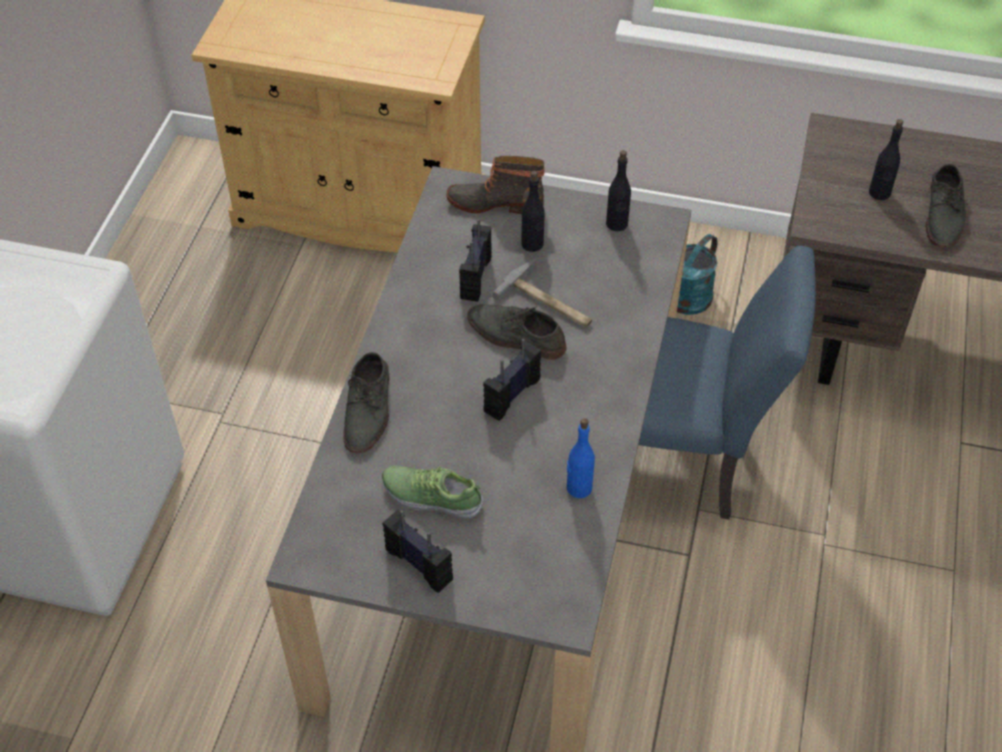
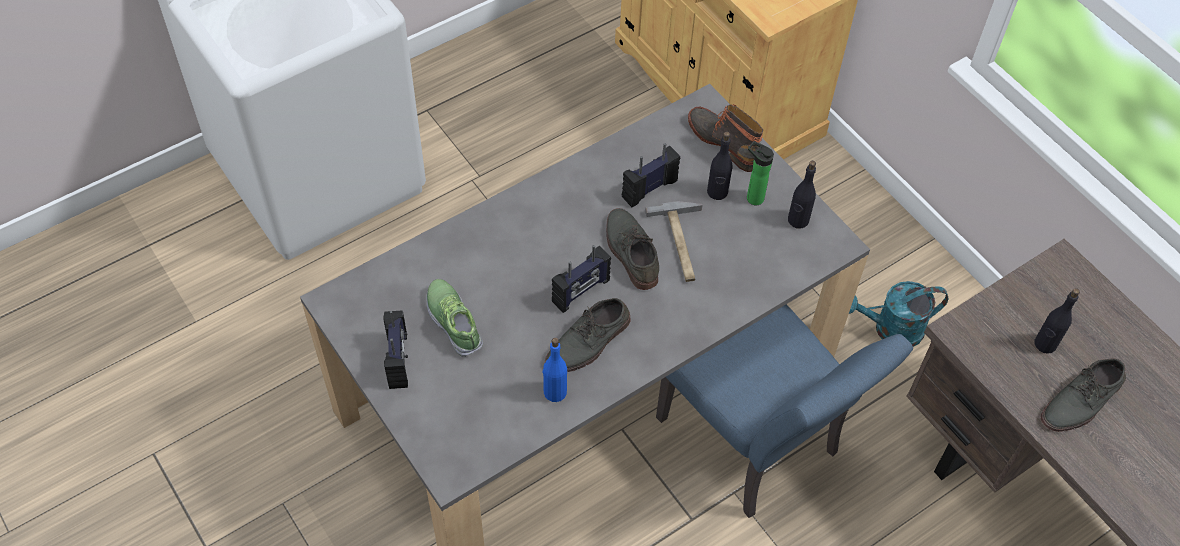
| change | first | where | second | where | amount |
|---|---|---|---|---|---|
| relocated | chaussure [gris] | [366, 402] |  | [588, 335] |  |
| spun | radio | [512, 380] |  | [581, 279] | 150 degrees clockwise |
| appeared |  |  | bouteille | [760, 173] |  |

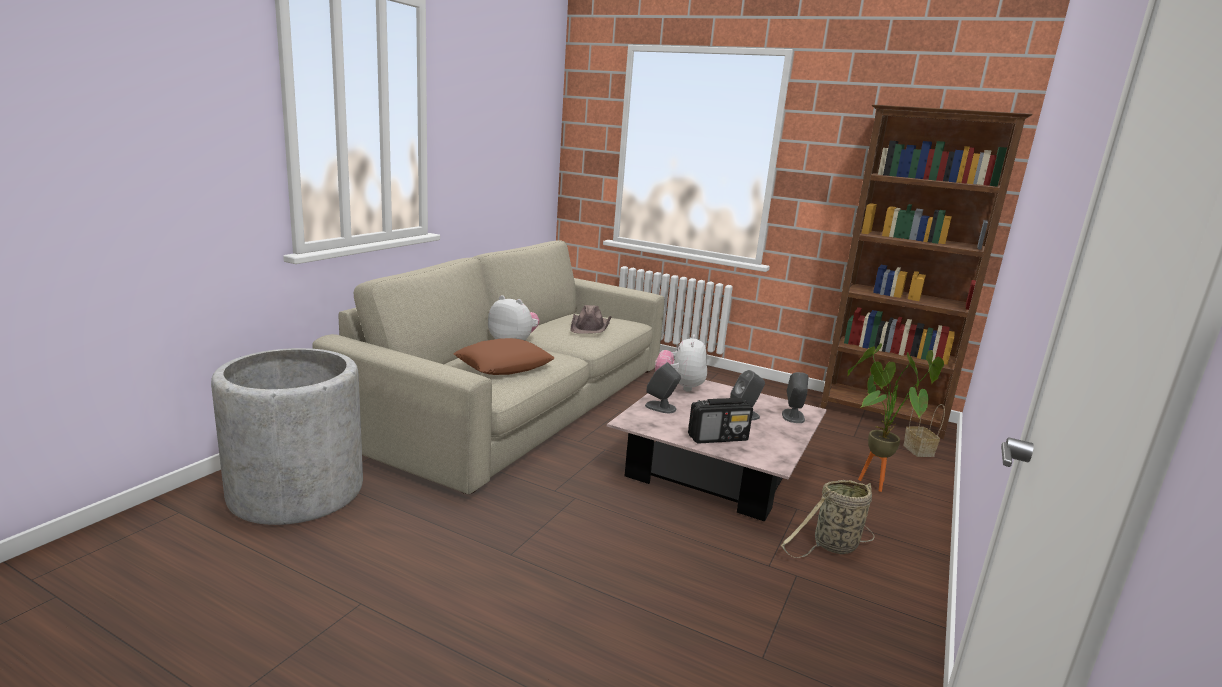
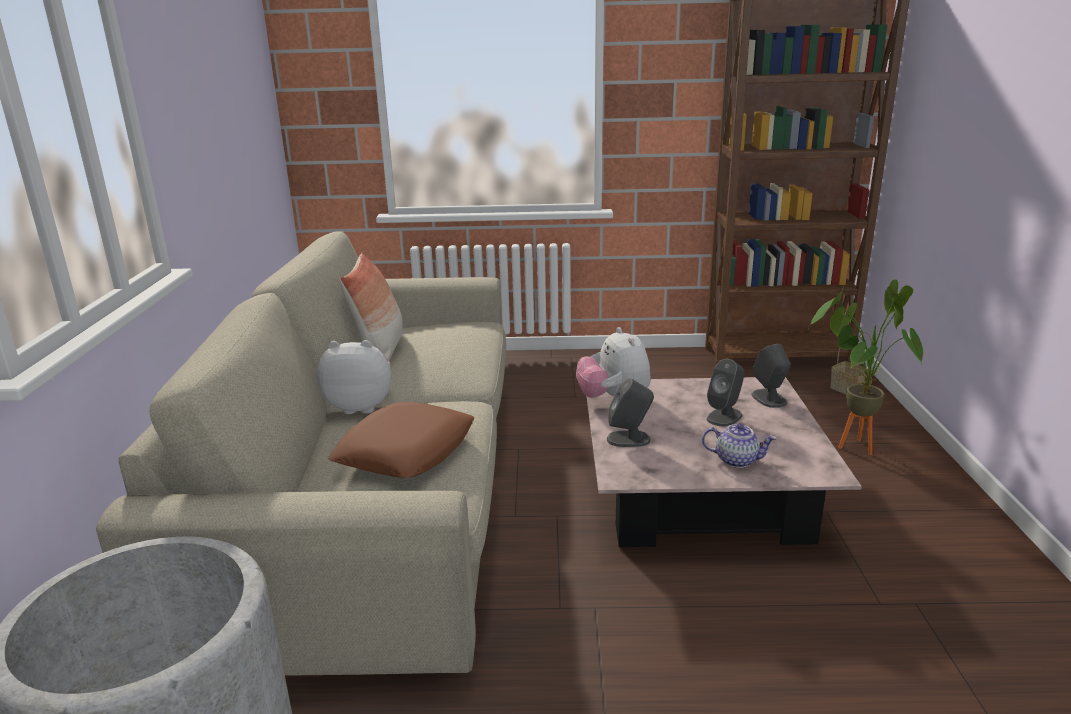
| change | first | where | second | where | amount |
|---|---|---|---|---|---|
| appeared |  |  | coussin | [371, 306] |  |
| exchanged | radio | [720, 421] | théière | [739, 445] |  |
| missing | chapeau [marron] | [591, 319] |  |  |  |
| missing | panier | [827, 519] |  |  |  |

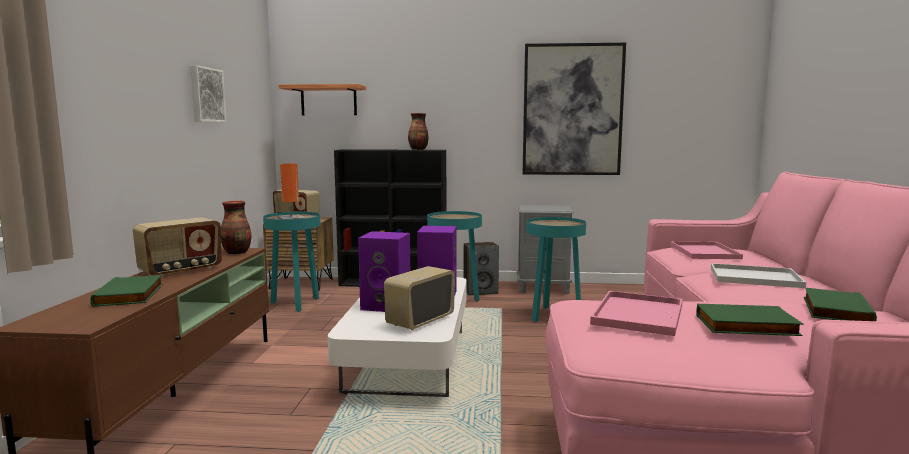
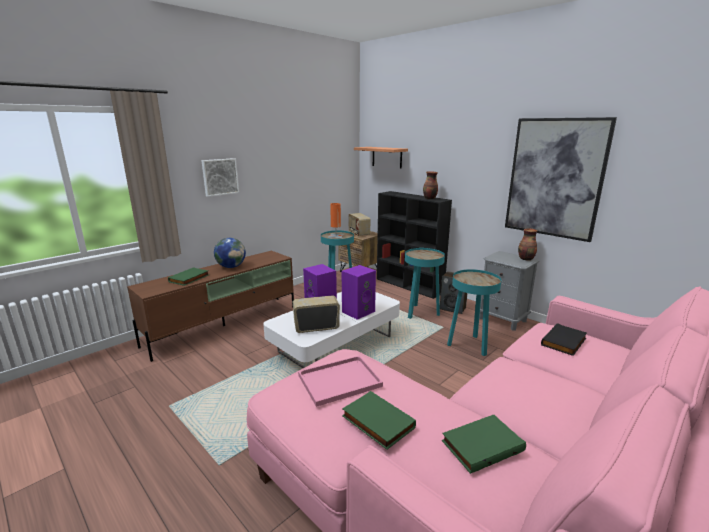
| change | first | where | second | where | amount |
|---|---|---|---|---|---|
| relocated | tableau | [208, 93] |  | [220, 177] |  |
| exchanged | radio | [177, 247] | globe | [230, 253] |  |
| relocated | vase | [236, 227] |  | [527, 244] |  |
| exchanged | plateau [rose] | [707, 250] | livre [noir] | [564, 339] |  |
| missing | plateau [blanc] | [758, 275] |  |  |  |

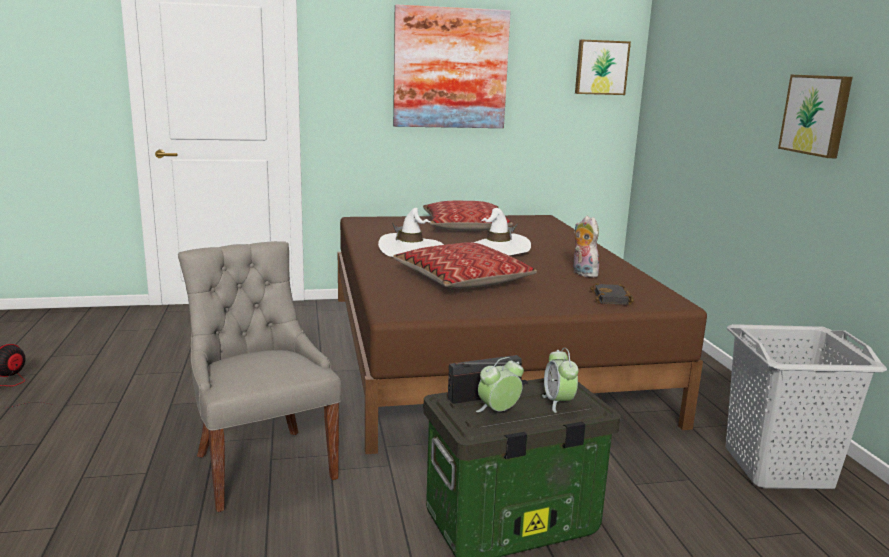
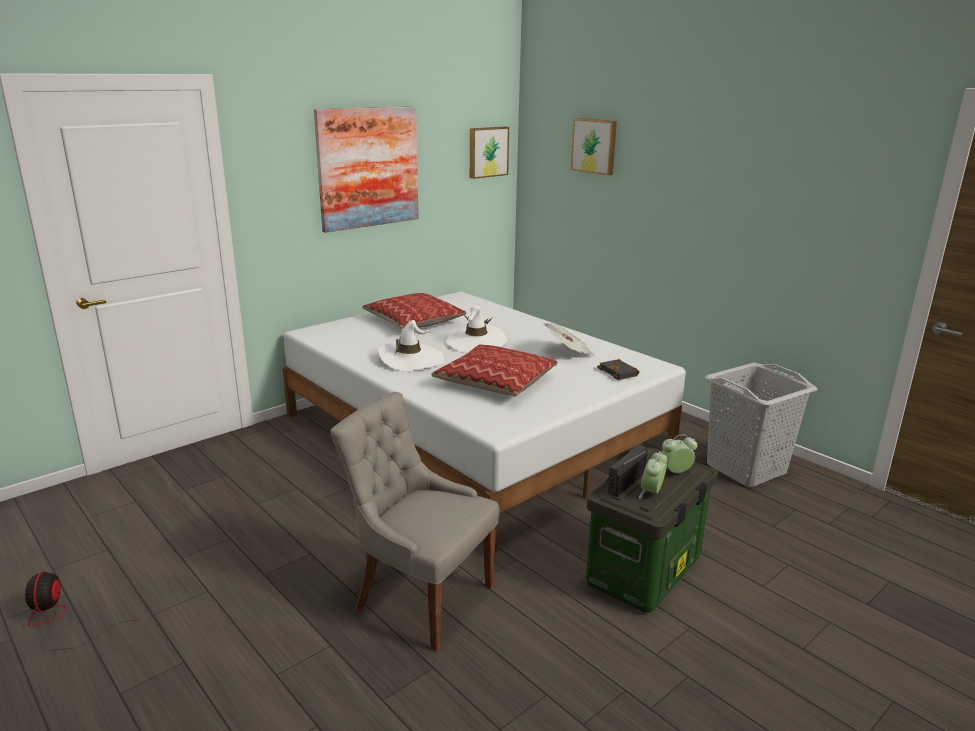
| change | first | where | second | where | amount |
|---|---|---|---|---|---|
| colour | lit [marron] | [522, 334] | lit [blanc] | [484, 423] |  |
| exchanged | peluche | [586, 247] | journal | [569, 339] |  |
| relocated | tableau | [815, 116] |  | [594, 146] |  |
| spun | réveil | [560, 380] |  | [679, 454] | 120 degrees clockwise |

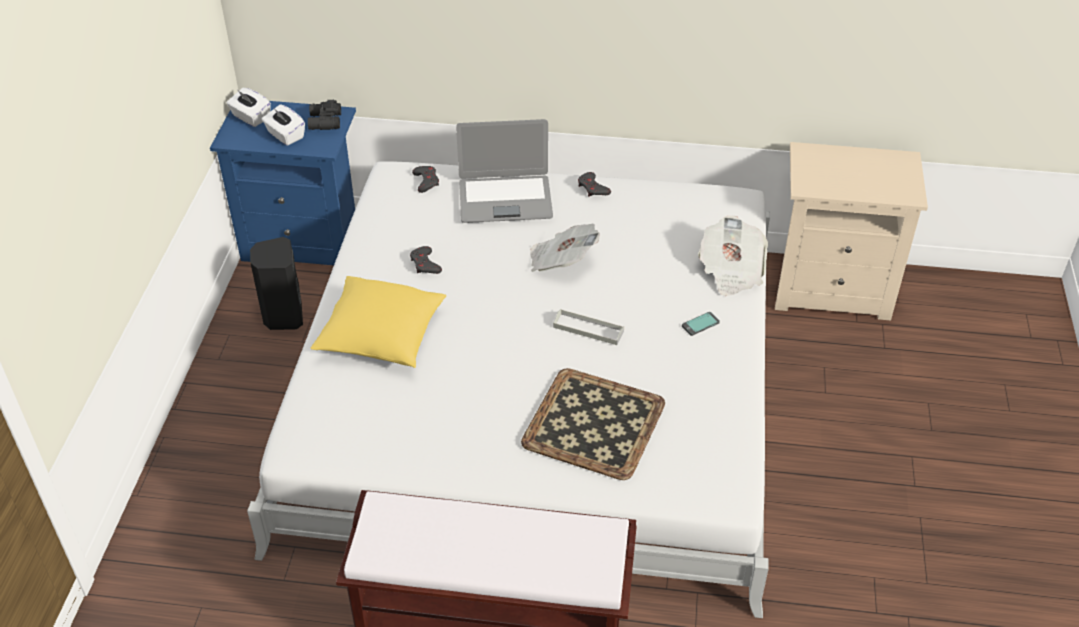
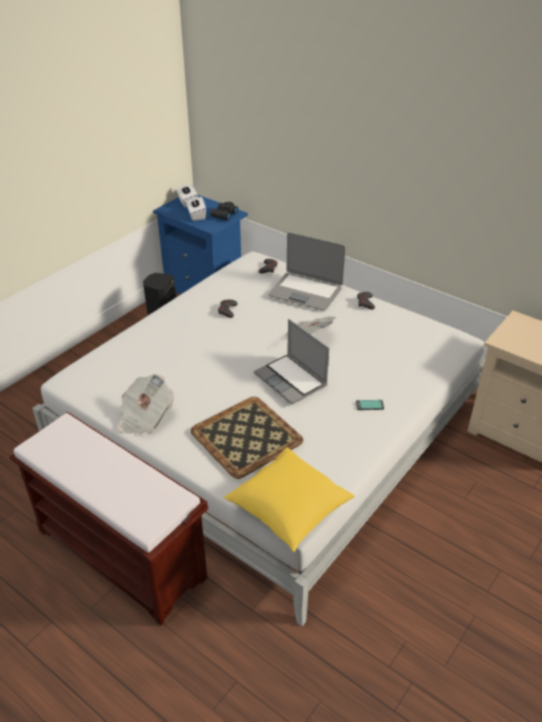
| change | first | where | second | where | amount |
|---|---|---|---|---|---|
| relocated | journal | [733, 256] |  | [146, 404] |  |
| relocated | coussin [jaune] | [378, 322] |  | [289, 499] |  |
| exchanged | plateau [gris] | [588, 327] | ordinateur portable | [291, 362] |  |

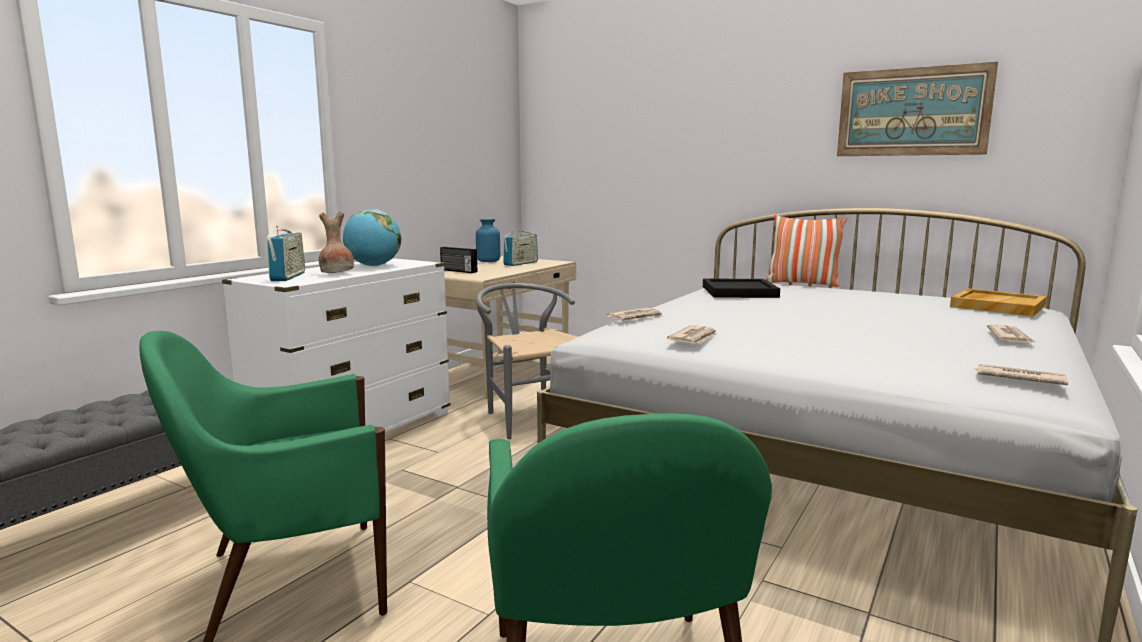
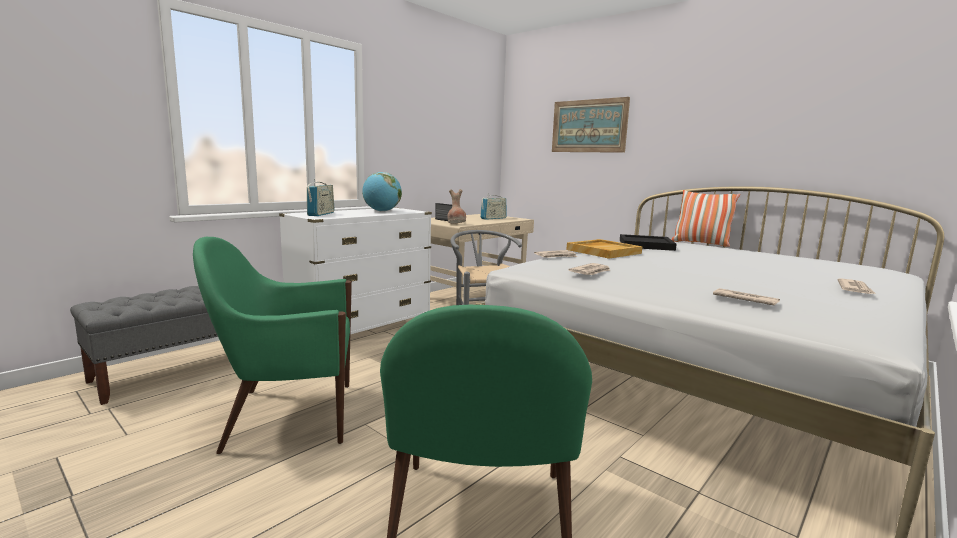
| change | first | where | second | where | amount |
|---|---|---|---|---|---|
| relocated | vase [marron] | [336, 242] |  | [456, 206] |  |
| relocated | tableau | [917, 109] |  | [591, 125] |  |
| relocated | plateau [beige] | [998, 303] |  | [604, 249] |  |
| relocated | journal | [1021, 374] |  | [746, 297] |  |
| missing | vase [bleu] | [488, 240] |  |  |  |

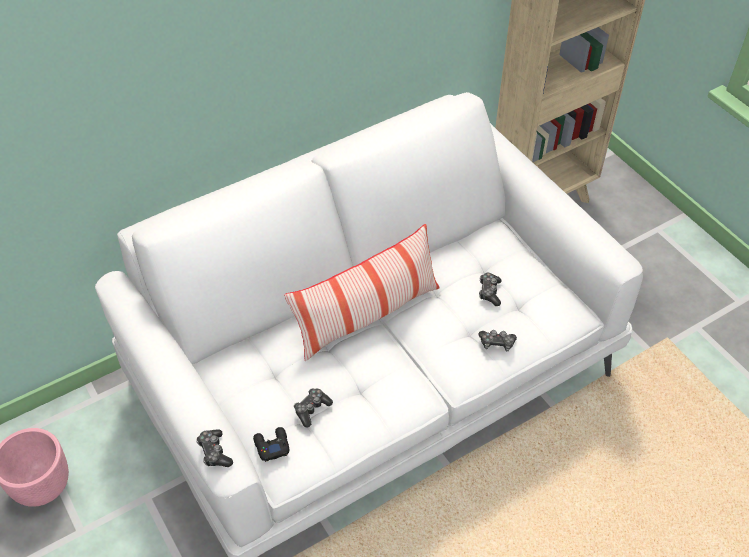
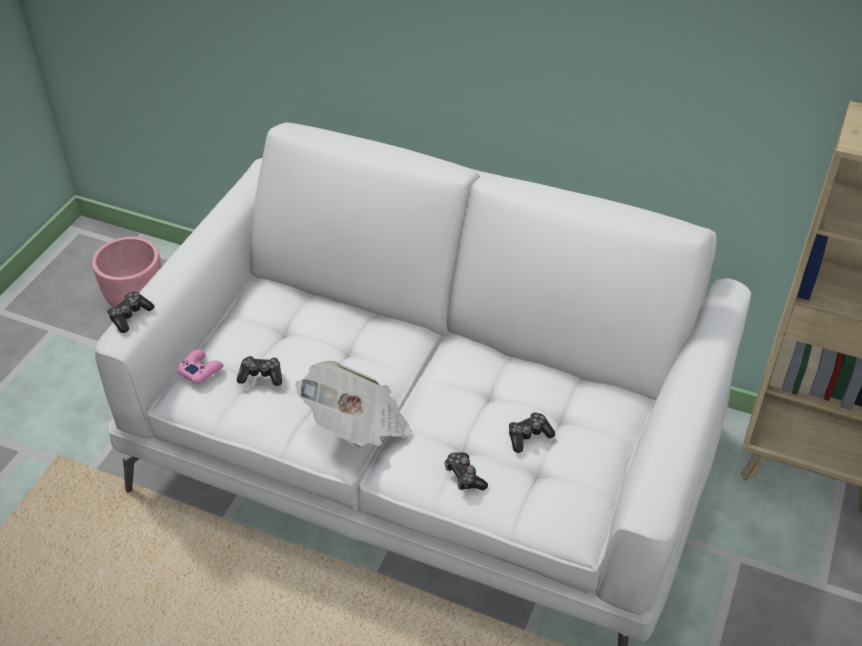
| change | first | where | second | where | amount |
|---|---|---|---|---|---|
| colour | manette [noir] | [271, 444] | manette [rose] | [200, 367] |  |
| appeared |  |  | journal | [354, 404] |  |
| missing | coussin | [362, 292] |  |  |  |

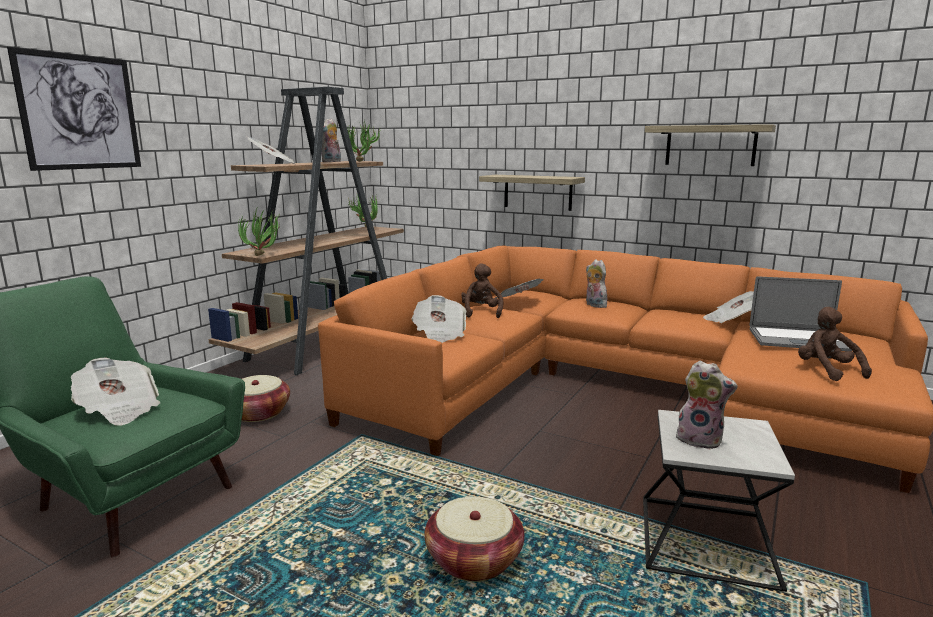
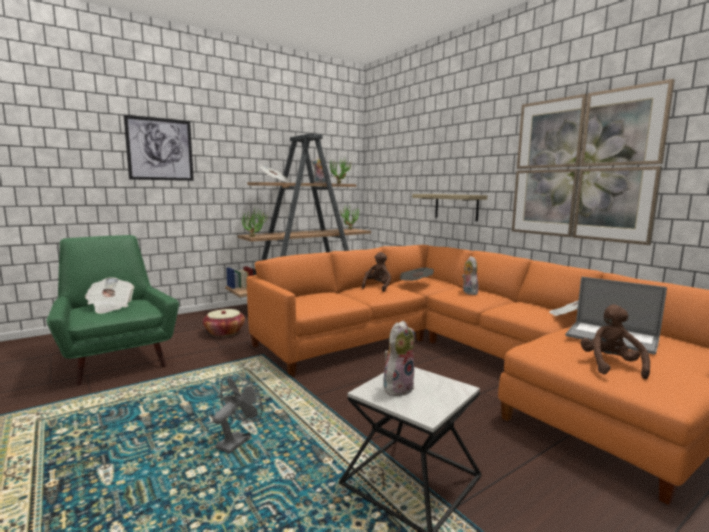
| change | first | where | second | where | amount |
|---|---|---|---|---|---|
| exchanged | panier | [474, 539] | ventilateur [gris] | [238, 414] |  |
| spun | peluche | [706, 405] |  | [399, 358] | 105 degrees counterclockwise |
| exchanged | étagère | [710, 145] | tableau | [593, 162] |  |
| missing | journal | [439, 319] |  |  |  |

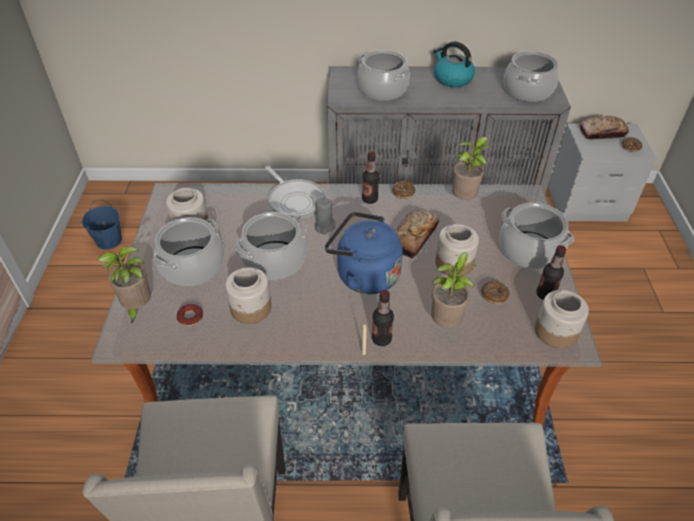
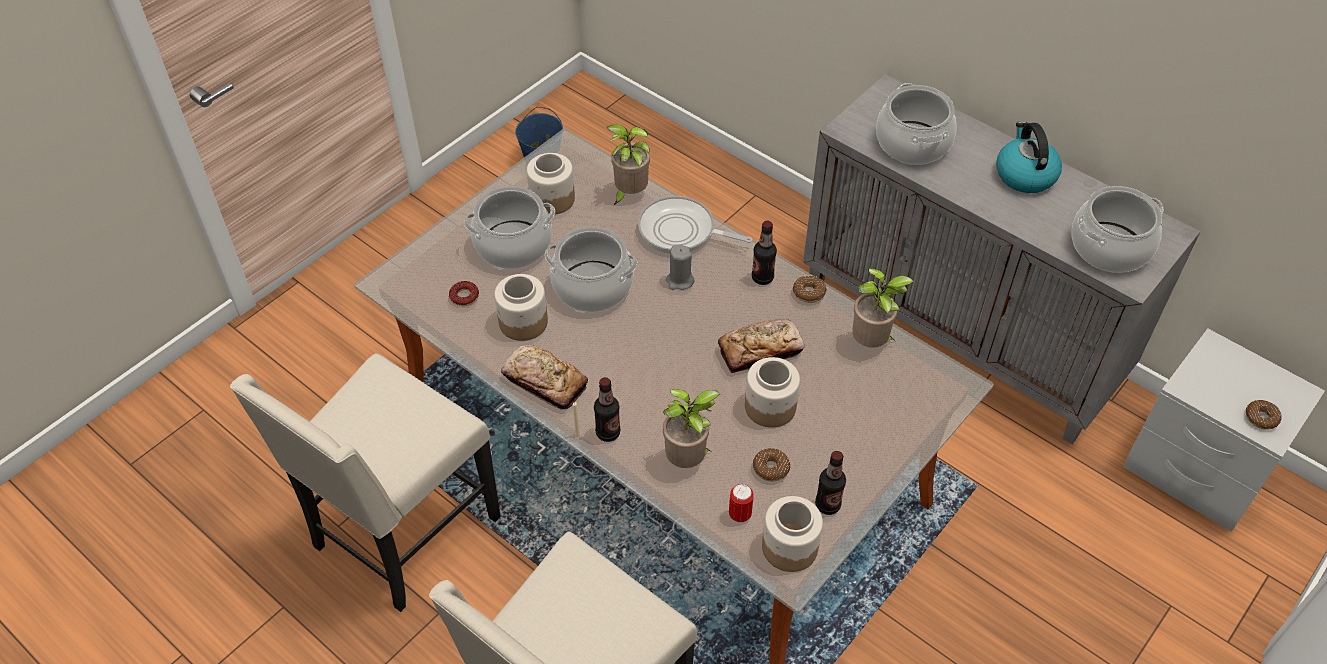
| change | first | where | second | where | amount |
|---|---|---|---|---|---|
| relocated | pain | [604, 127] |  | [544, 377] |  |
| relocated | plante en pot | [124, 285] |  | [628, 165] |  |
| spun | poêle | [295, 193] |  | [695, 225] | 105 degrees clockwise |
| appeared |  |  | boîte métallique | [741, 503] |  |
| missing | bouilloire [bleu] | [364, 253] |  |  |  |
| missing | marmite | [537, 235] |  |  |  |

